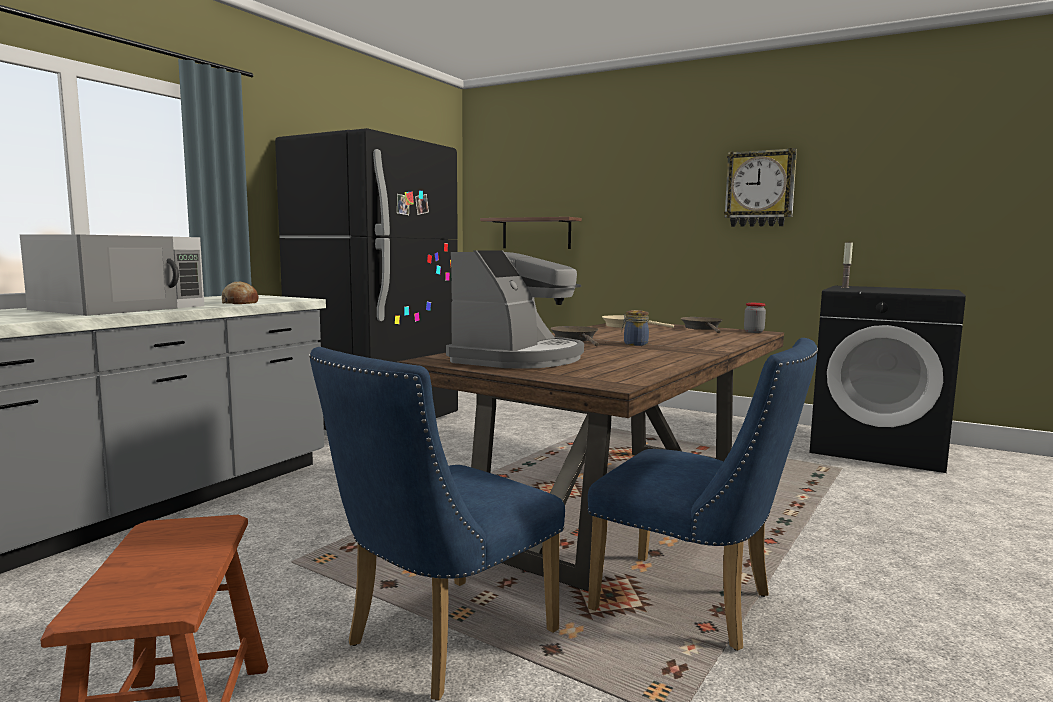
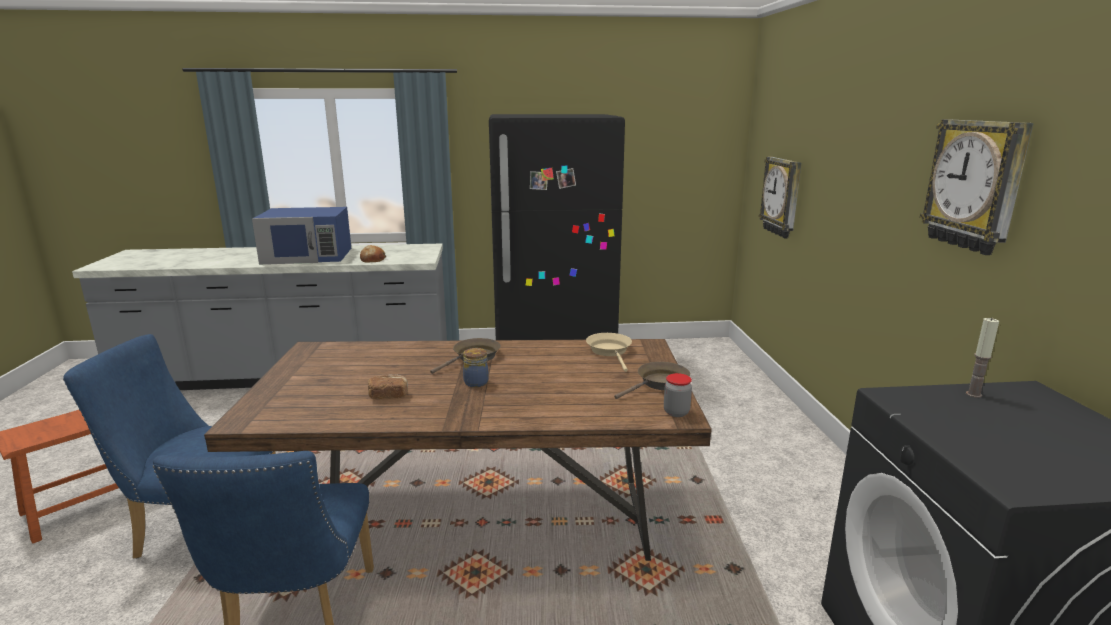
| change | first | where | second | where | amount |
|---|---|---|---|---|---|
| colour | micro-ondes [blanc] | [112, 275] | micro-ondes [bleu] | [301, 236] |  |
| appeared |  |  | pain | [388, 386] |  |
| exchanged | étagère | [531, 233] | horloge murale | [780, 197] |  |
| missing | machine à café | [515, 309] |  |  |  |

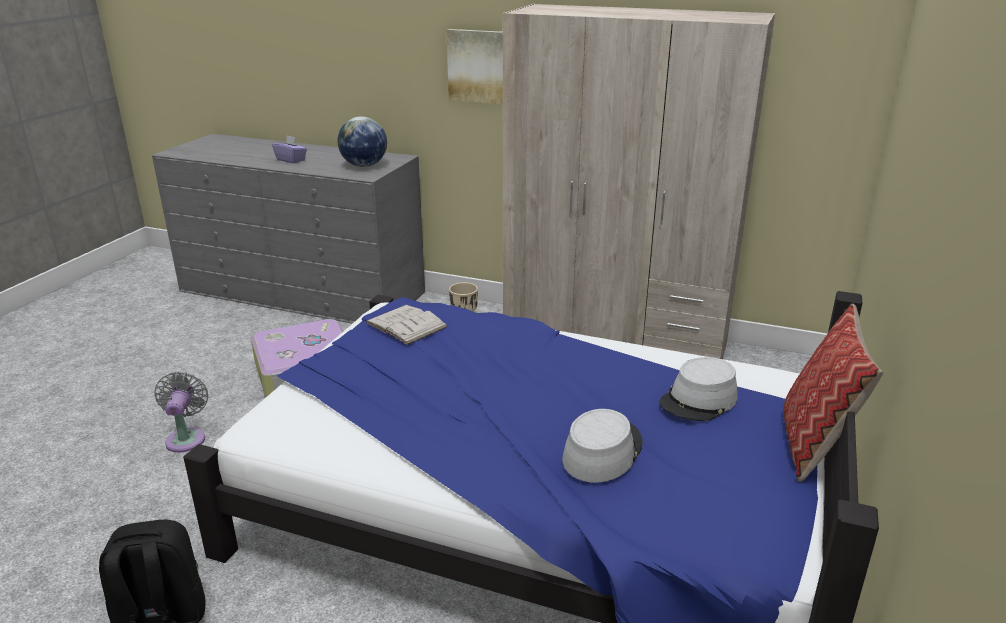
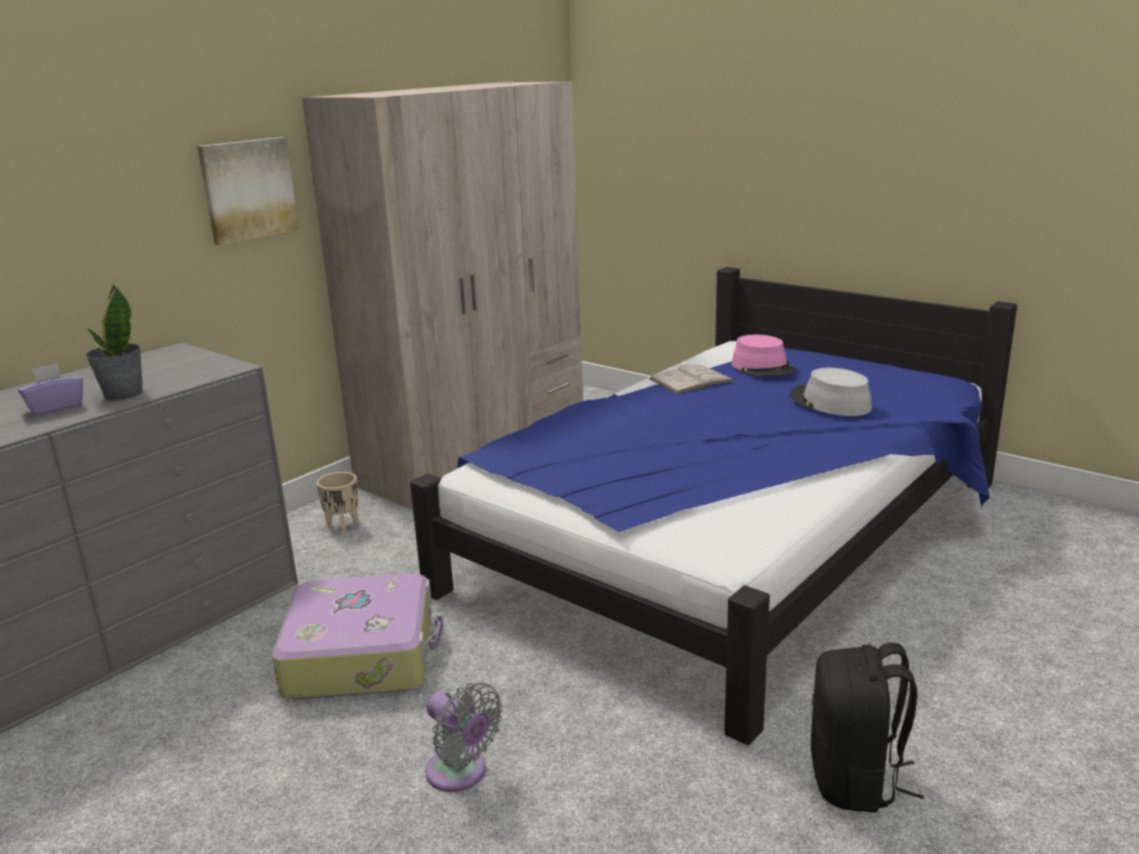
| change | first | where | second | where | amount |
|---|---|---|---|---|---|
| appeared |  |  | plante en pot | [114, 341] |  |
| spun | ventilateur [gris] | [181, 412] |  | [464, 737] | 150 degrees counterclockwise |
| relocated | livre [blanc] | [406, 325] |  | [691, 379] |  |
| colour | chapeau [gris] | [698, 389] | chapeau [rose] | [764, 356] |  |
| missing | globe | [362, 141] |  |  |  |
| missing | coussin | [833, 393] |  |  |  |

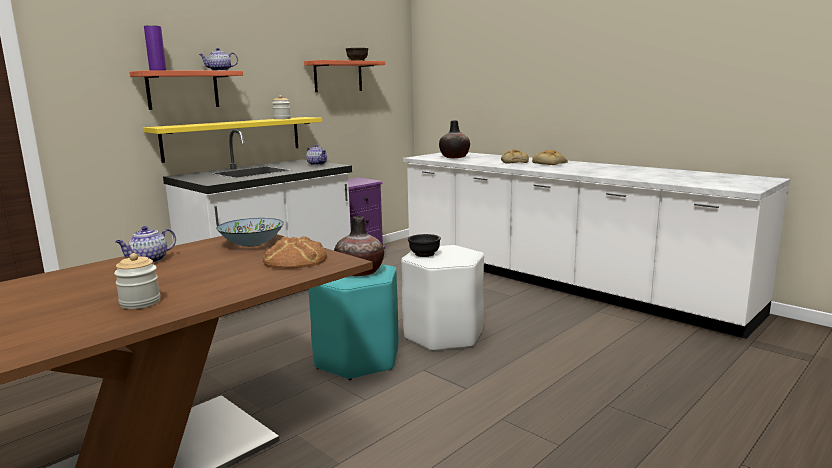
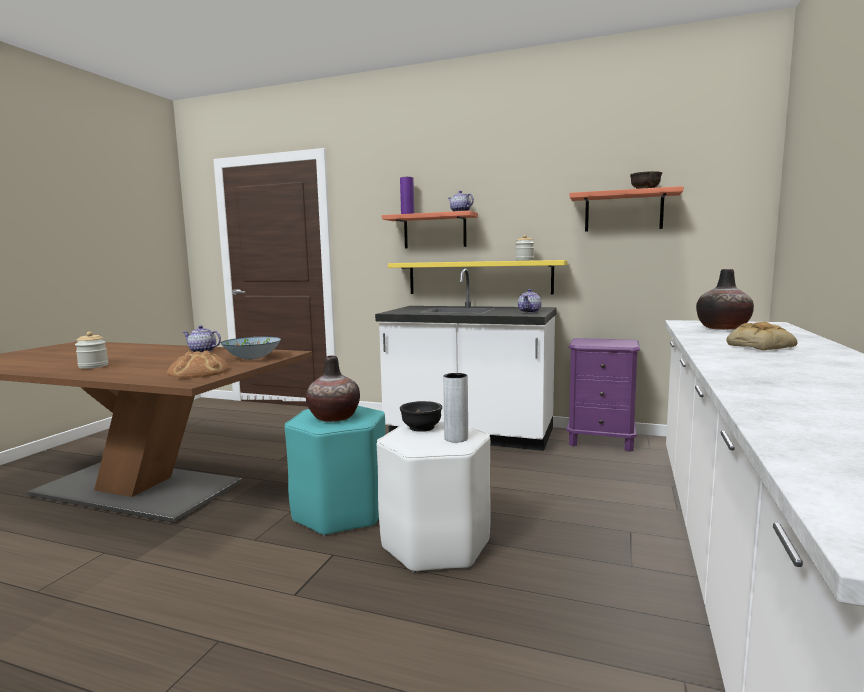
| change | first | where | second | where | amount |
|---|---|---|---|---|---|
| appeared |  |  | vase [gris] | [455, 408] |  |
| missing | pain | [550, 157] |  |  |  |

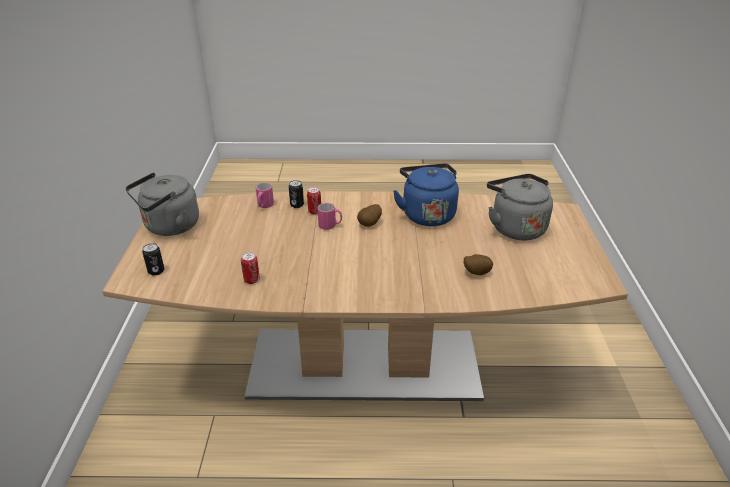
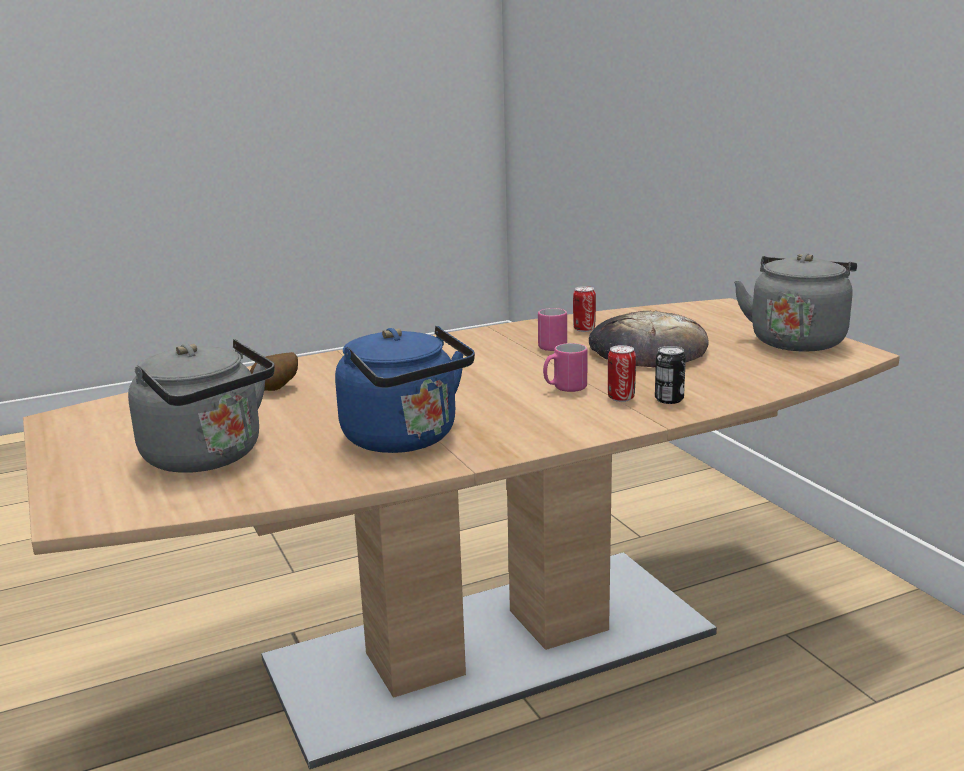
| change | first | where | second | where | amount |
|---|---|---|---|---|---|
| relocated | mug [rose] | [265, 195] |  | [552, 329] |  |
| appeared |  |  | pain | [649, 338] |  |
| missing | boîte métallique | [153, 259] |  |  |  |
| missing | pomme de terre | [369, 215] |  |  |  |

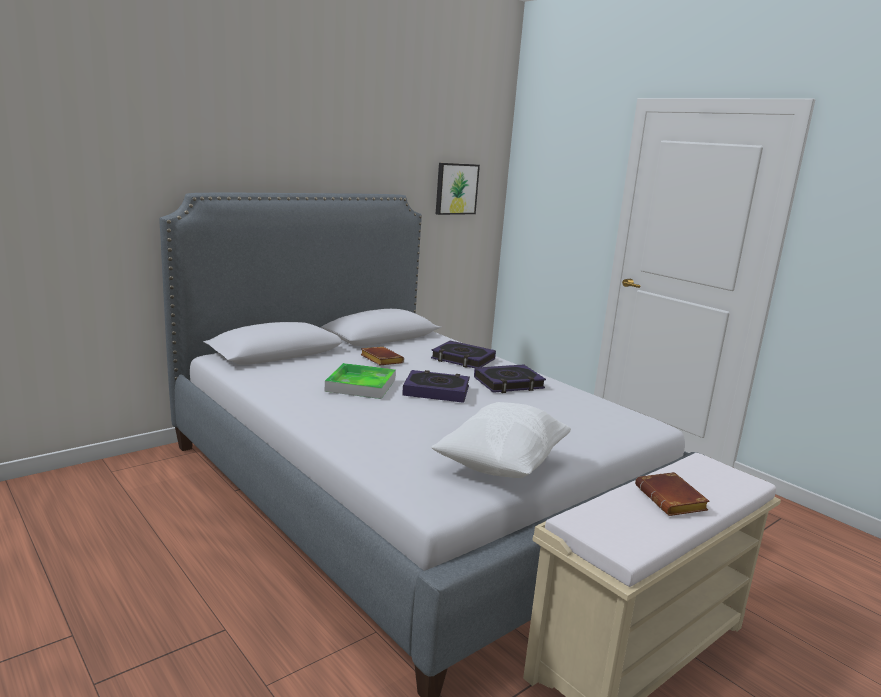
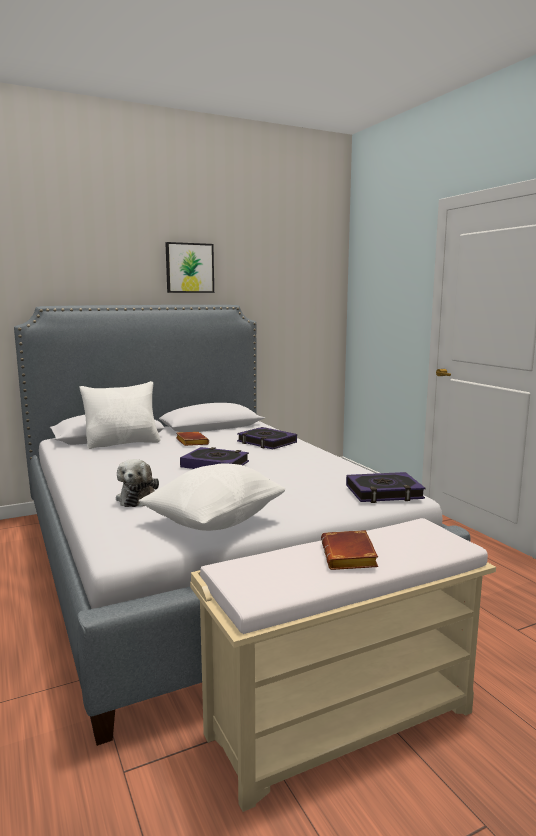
| change | first | where | second | where | amount |
|---|---|---|---|---|---|
| appeared |  |  | coussin [blanc] | [119, 415] |  |
| appeared |  |  | peluche | [137, 483] |  |
| relocated | tableau | [458, 189] |  | [189, 267] |  |
| relocated | livre | [510, 378] |  | [385, 487] |  |
| missing | plateau | [360, 381] |  |  |  |

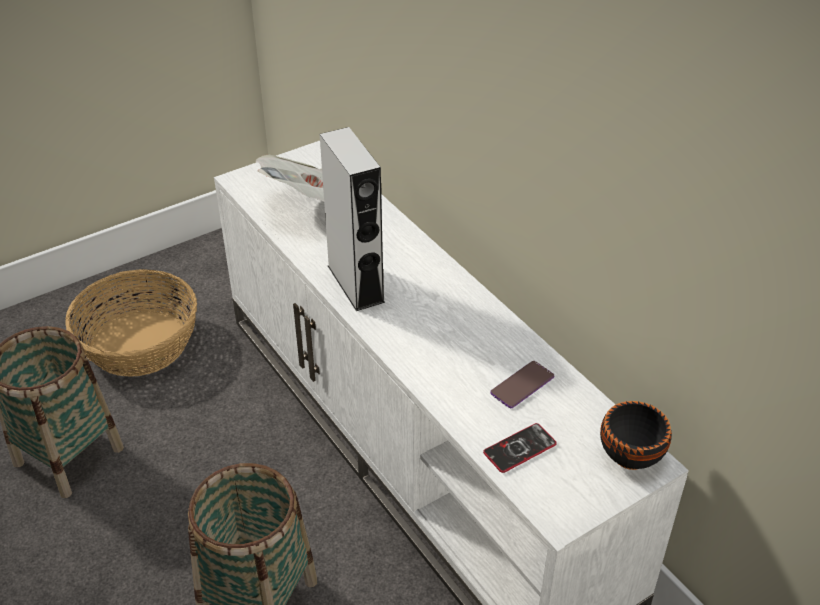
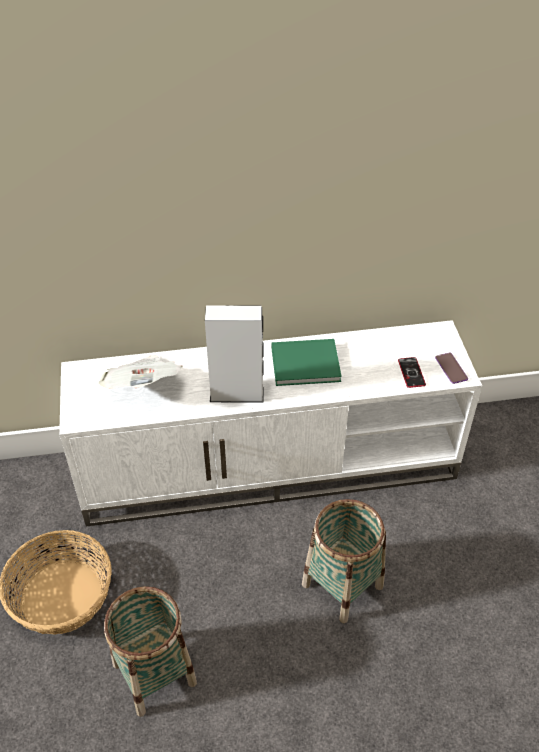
| change | first | where | second | where | amount |
|---|---|---|---|---|---|
| appeared |  |  | livre [vert] | [306, 362] |  |
| relocated | téléphone | [522, 384] |  | [451, 368] |  |
| missing | bol [noir] | [636, 435] |  |  |  |

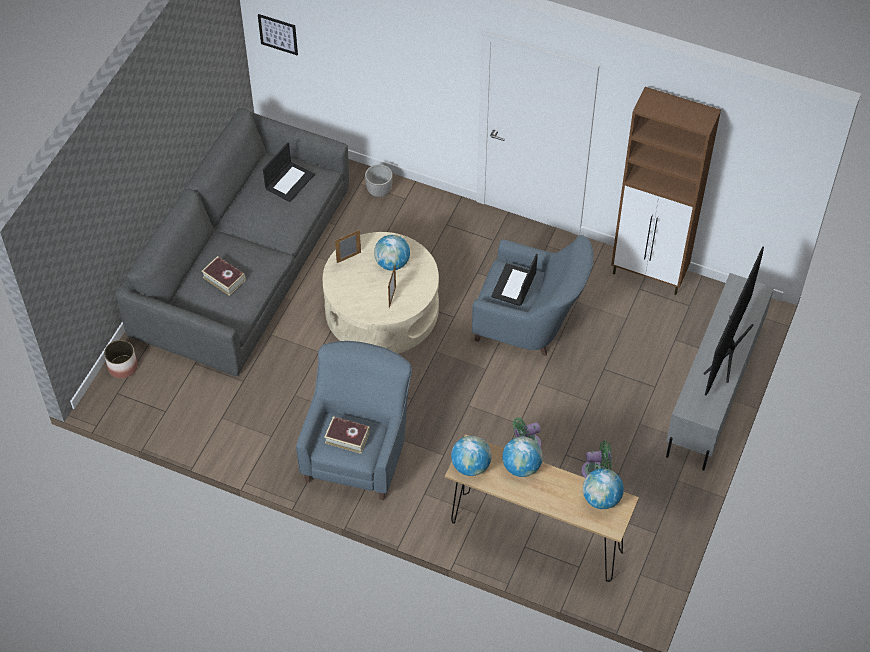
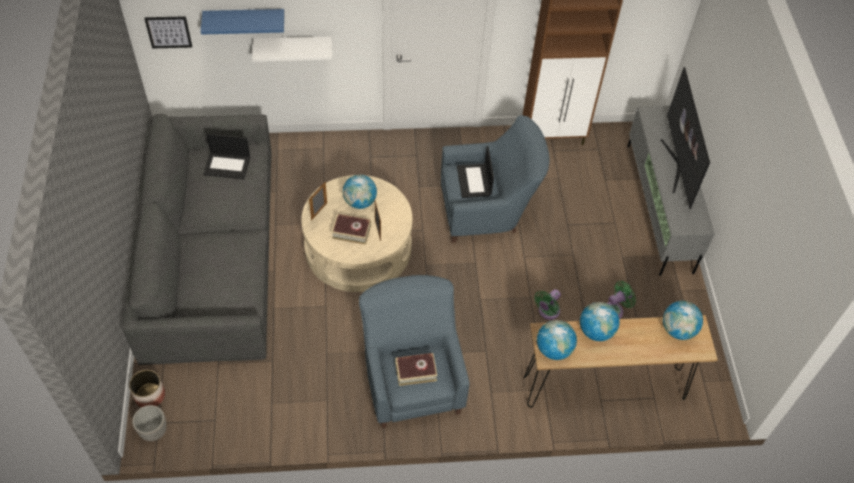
| change | first | where | second | where | amount |
|---|---|---|---|---|---|
| relocated | cache-pot | [379, 180] |  | [149, 423] |  |
| appeared |  |  | étagère [bleu] | [242, 22] |  |
| spun | ordinateur portable | [289, 172] |  | [227, 156] | 90 degrees clockwise |
| appeared |  |  | étagère [blanc] | [292, 49] |  |
| relocated | livre | [223, 276] |  | [351, 229] |  |

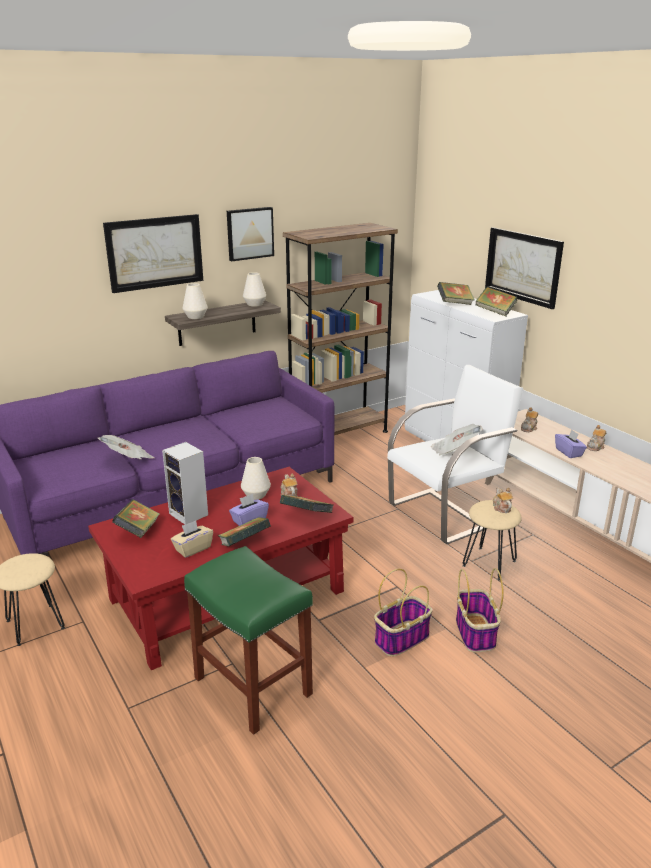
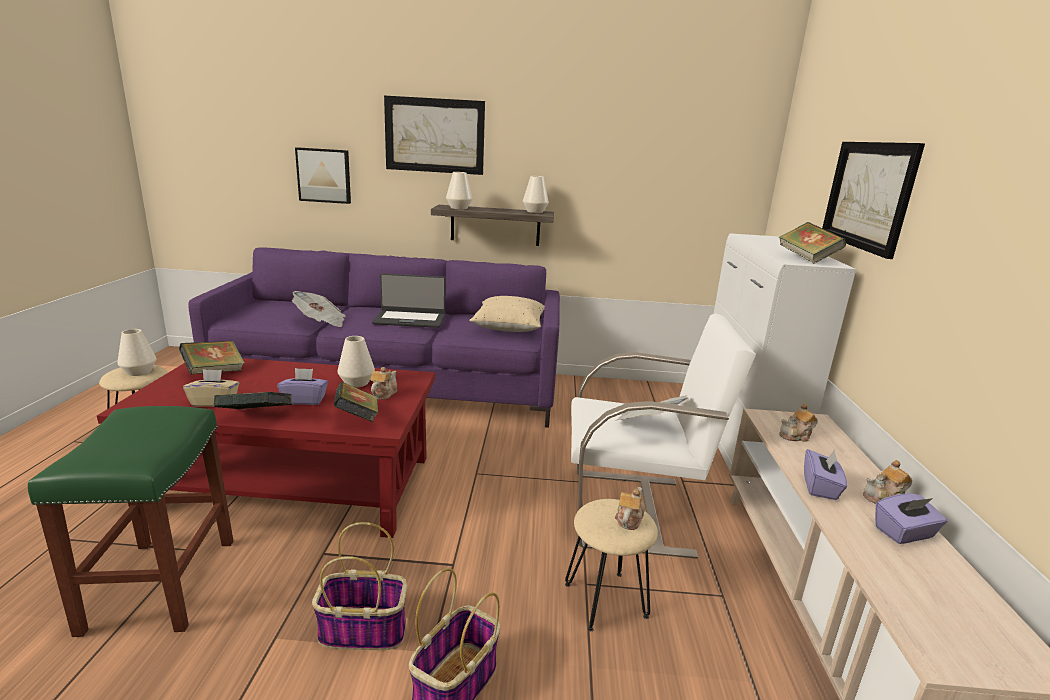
| change | first | where | second | where | amount |
|---|---|---|---|---|---|
| appeared |  |  | vase [blanc] | [137, 352] |  |
| relocated | tableau | [250, 234] |  | [323, 175] |  |
| appeared |  |  | ordinateur portable | [408, 300] |  |
| appeared |  |  | coussin [beige] | [507, 314] |  |
| appeared |  |  | boîte à mouchoirs [violet] | [911, 518] |  |
| missing | enceinte | [185, 483] |  |  |  |
| missing | bibliothèque [marron] | [340, 329] |  |  |  |
| missing | livre | [456, 293] |  |  |  |

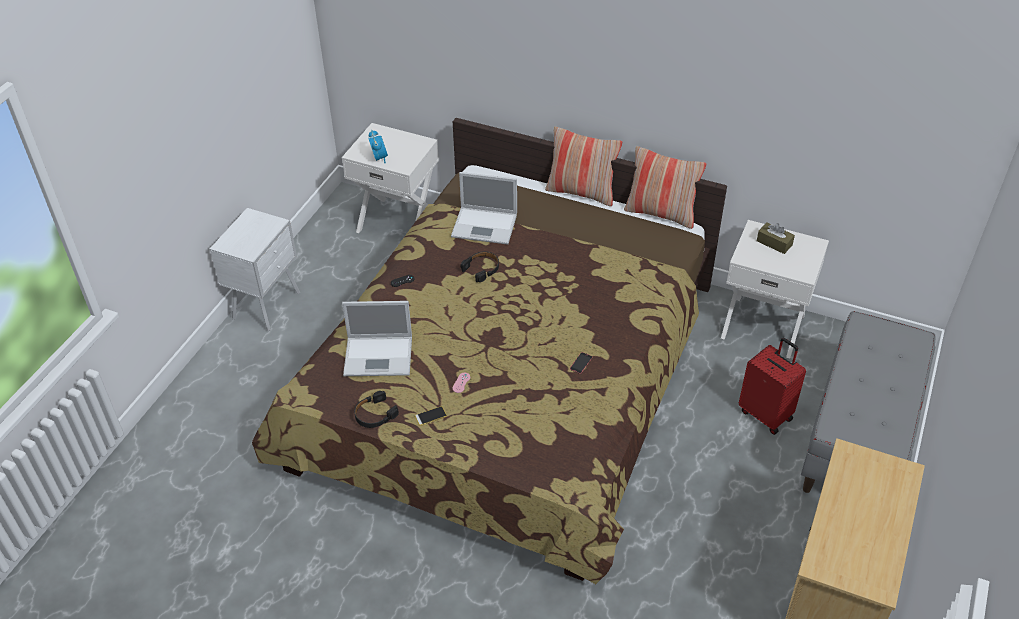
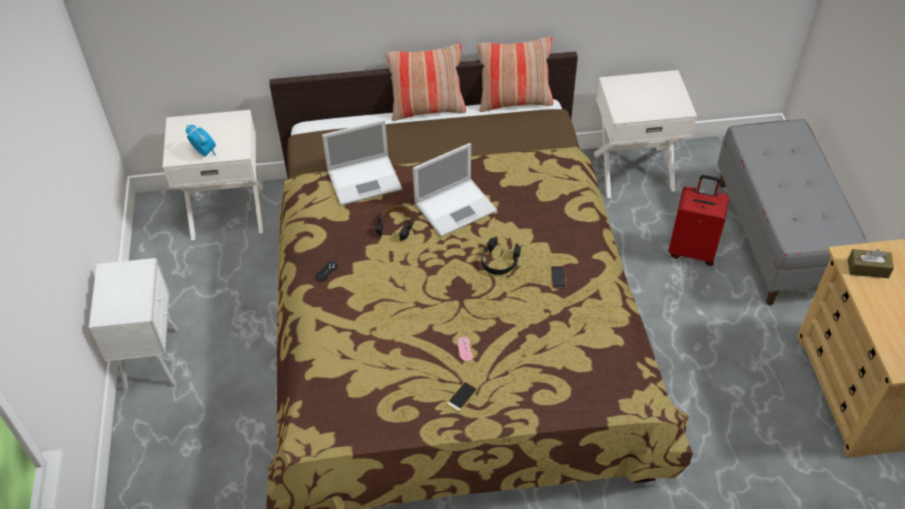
| change | first | where | second | where | amount |
|---|---|---|---|---|---|
| relocated | ordinateur portable | [377, 338] |  | [455, 190] |  |
| relocated | casque audio [noir] | [376, 409] |  | [501, 256] |  |
| relocated | boîte à mouchoirs [marron] | [776, 238] |  | [871, 263] |  |

